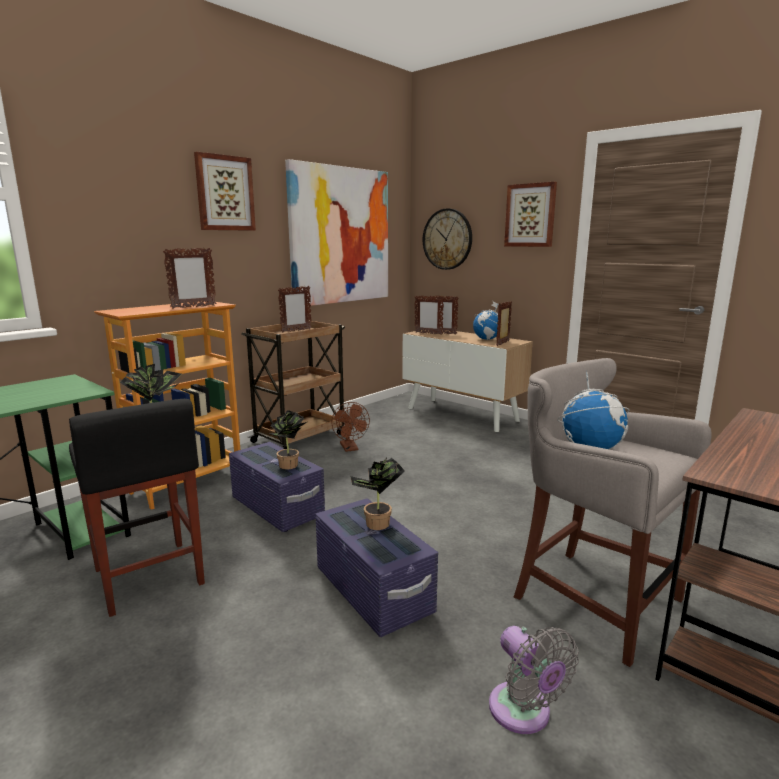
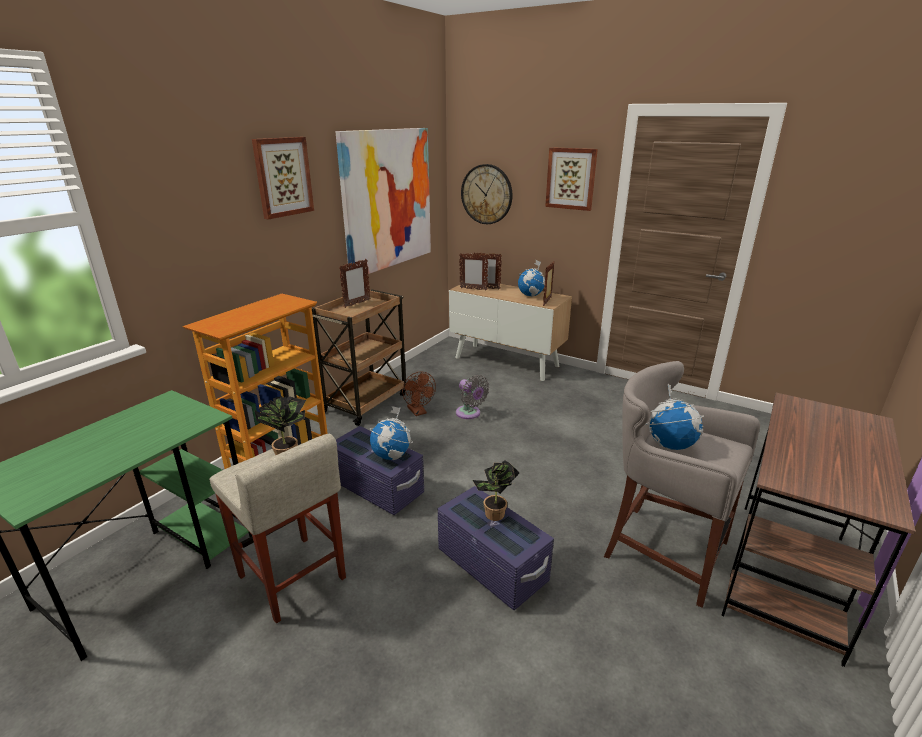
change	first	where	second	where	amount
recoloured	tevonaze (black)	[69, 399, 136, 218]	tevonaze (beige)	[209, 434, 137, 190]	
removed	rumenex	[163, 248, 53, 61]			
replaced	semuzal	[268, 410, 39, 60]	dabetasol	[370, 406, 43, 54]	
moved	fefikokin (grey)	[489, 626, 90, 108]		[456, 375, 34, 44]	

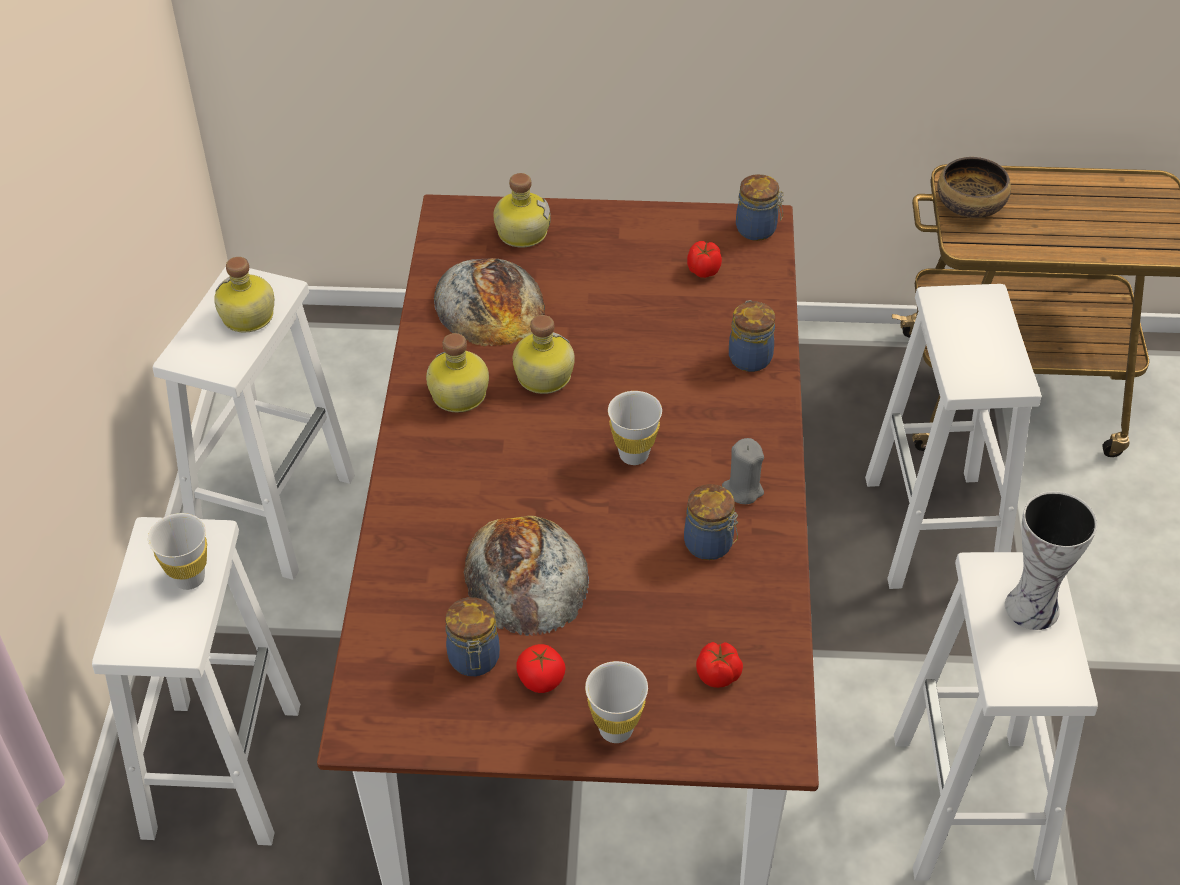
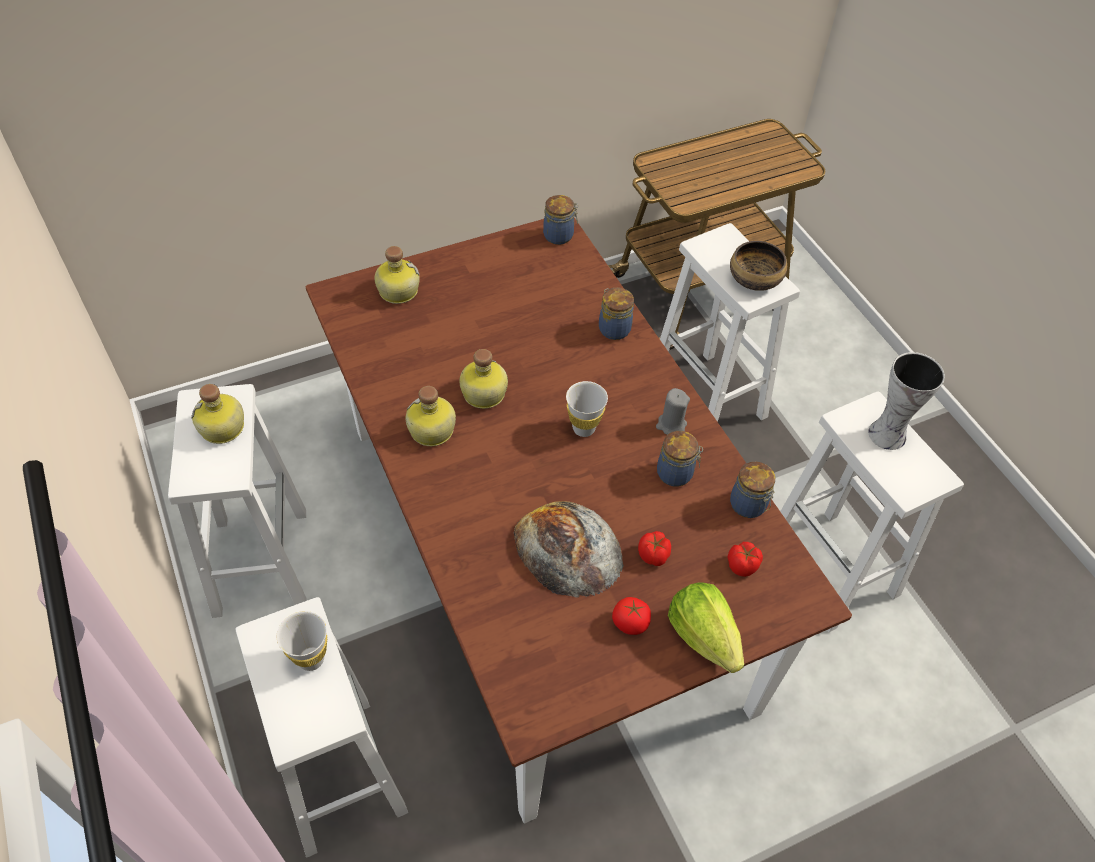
change	first	where	second	where	amount
removed	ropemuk	[434, 258, 111, 89]			
moved	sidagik	[445, 597, 55, 79]		[730, 462, 45, 56]	
replaced	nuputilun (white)	[585, 661, 63, 82]	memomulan	[668, 583, 76, 90]	
moved	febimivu	[687, 241, 35, 37]		[638, 531, 33, 35]	
moved	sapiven	[937, 157, 74, 61]		[730, 241, 57, 50]	

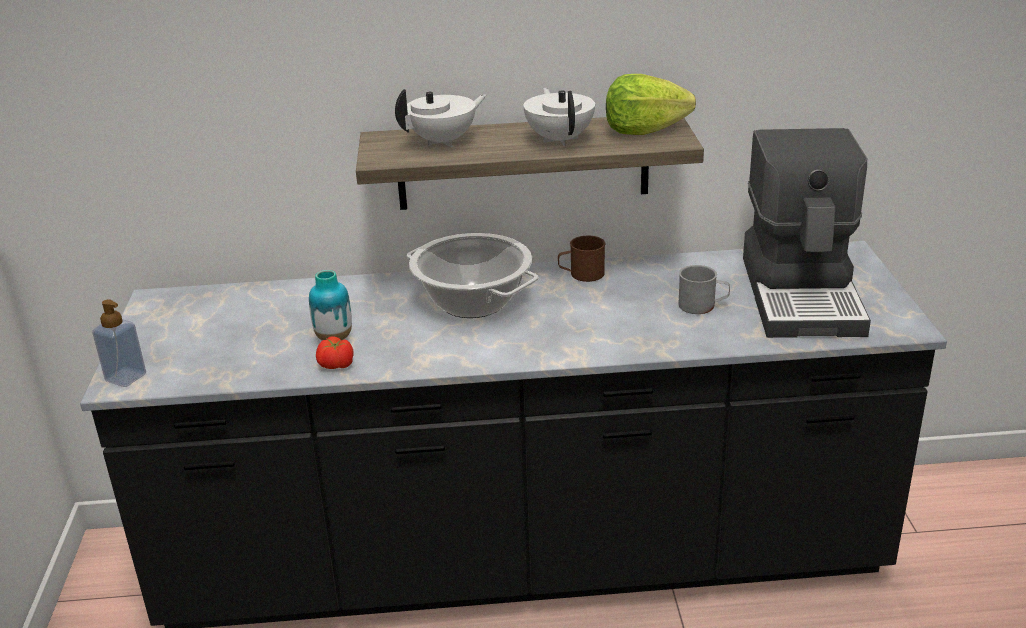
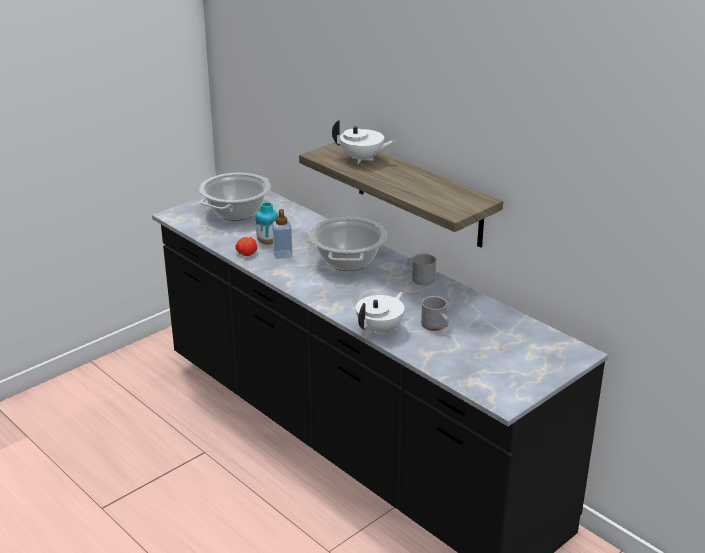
change	first	where	second	where	amount
moved	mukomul	[92, 299, 54, 88]		[272, 209, 21, 50]	
moved	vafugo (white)	[523, 87, 72, 59]		[356, 292, 49, 42]	
recoloured	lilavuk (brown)	[558, 236, 47, 46]	lilavuk (grey)	[407, 254, 29, 31]	
removed	memomulan	[606, 74, 90, 61]			
removed	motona	[743, 128, 128, 210]			
added			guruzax	[199, 173, 72, 48]	

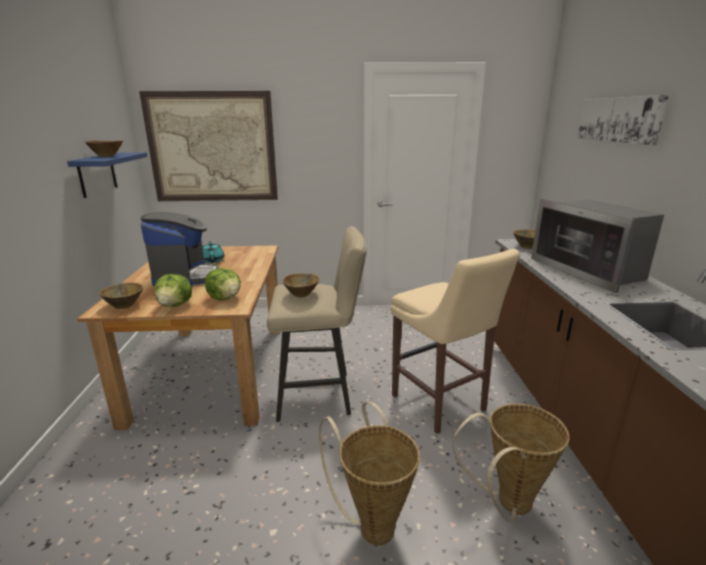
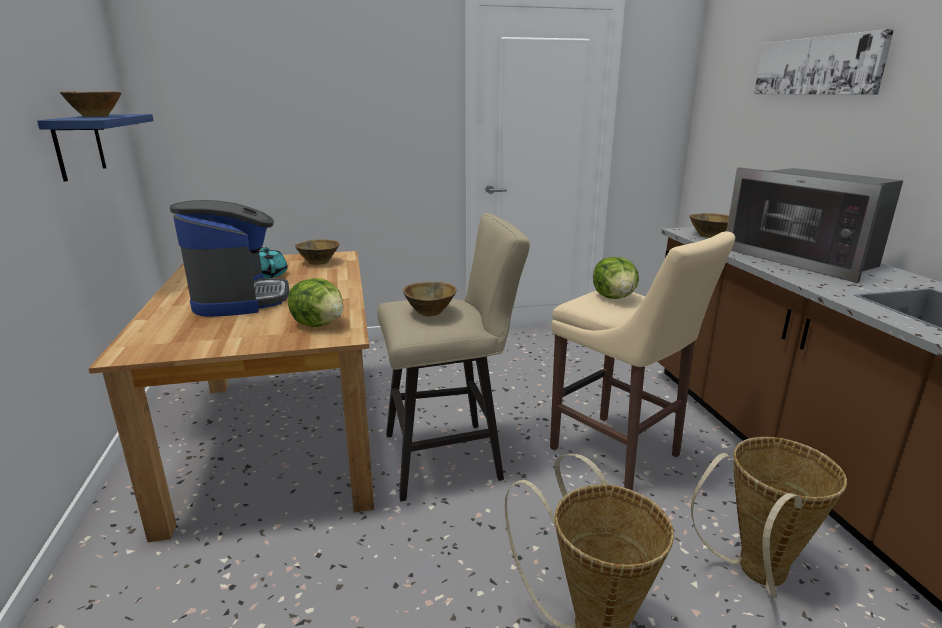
change	first	where	second	where	amount
moved	sapiven (brown)	[99, 282, 44, 27]		[295, 239, 45, 26]	
removed	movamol	[139, 91, 139, 110]			
moved	memomulan	[154, 274, 38, 33]		[593, 257, 46, 42]	

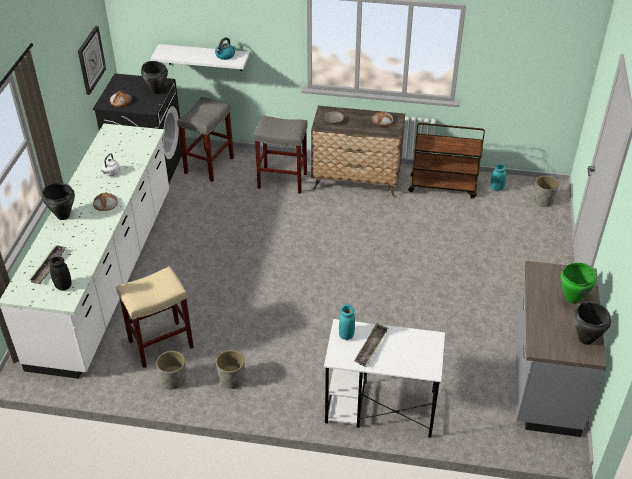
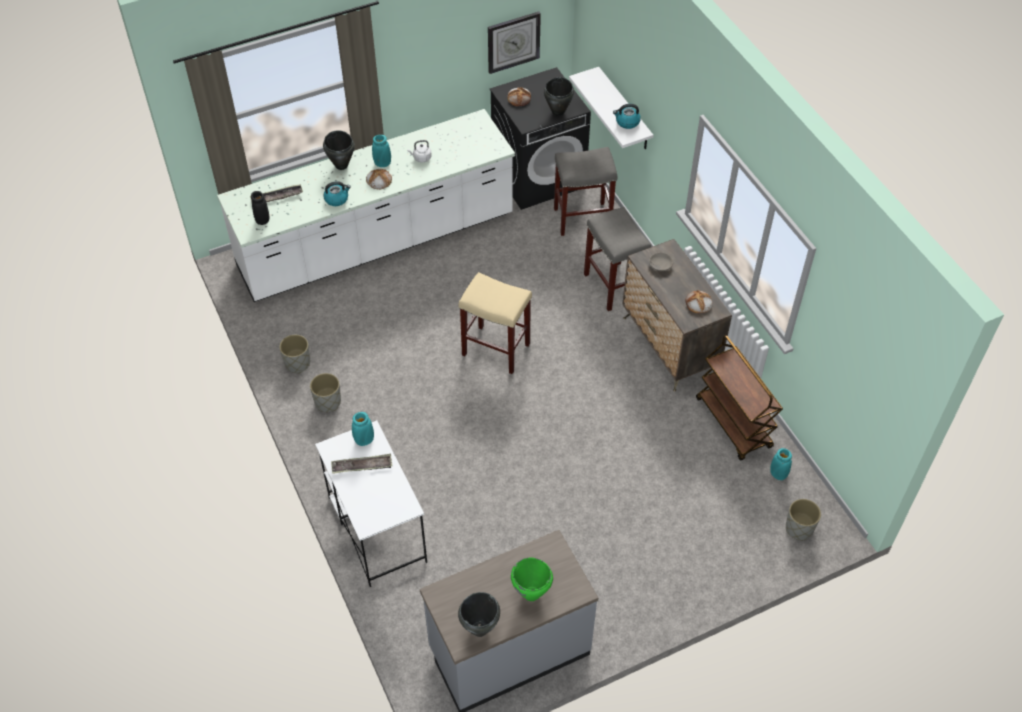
change	first	where	second	where	amount
moved	tevonaze (beige)	[116, 266, 78, 102]		[459, 272, 73, 102]	
added			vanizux	[323, 181, 28, 25]	
added			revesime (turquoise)	[372, 135, 19, 32]	

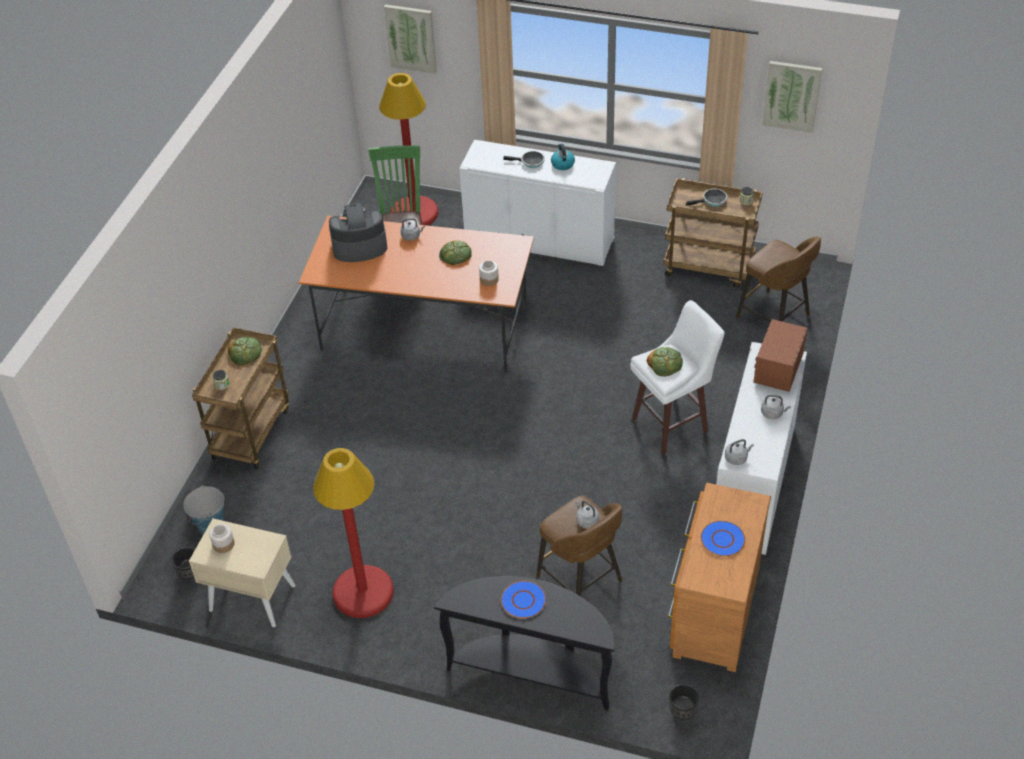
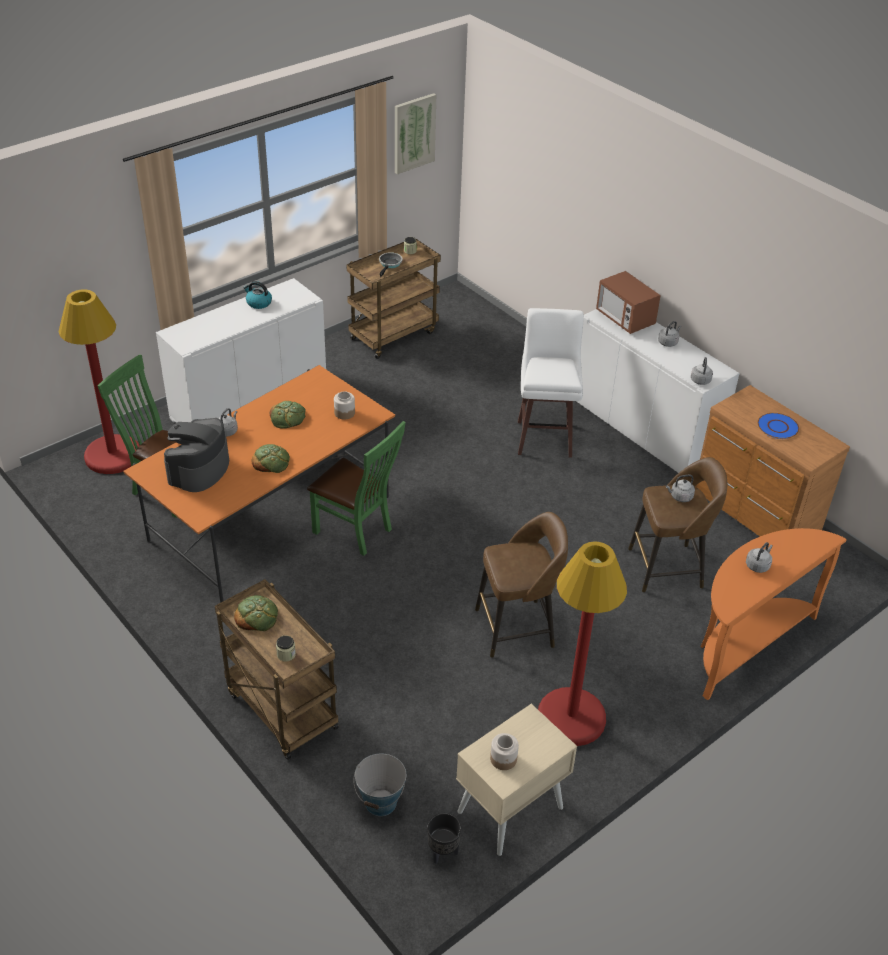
change	first	where	second	where	amount
removed	movamol	[384, 4, 53, 70]			
recoloured	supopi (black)	[434, 576, 181, 135]	supopi (orange)	[700, 528, 147, 172]	
replaced	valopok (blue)	[501, 581, 45, 37]	vanizux (grey)	[746, 542, 27, 31]	
removed	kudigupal	[503, 151, 42, 17]			
moved	ropemuk	[647, 347, 36, 30]		[251, 444, 39, 29]	
removed	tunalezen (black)	[669, 684, 30, 44]			
moved	tevonaze (brown)	[736, 237, 85, 85]		[475, 512, 93, 145]	
added			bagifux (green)	[307, 421, 99, 135]	

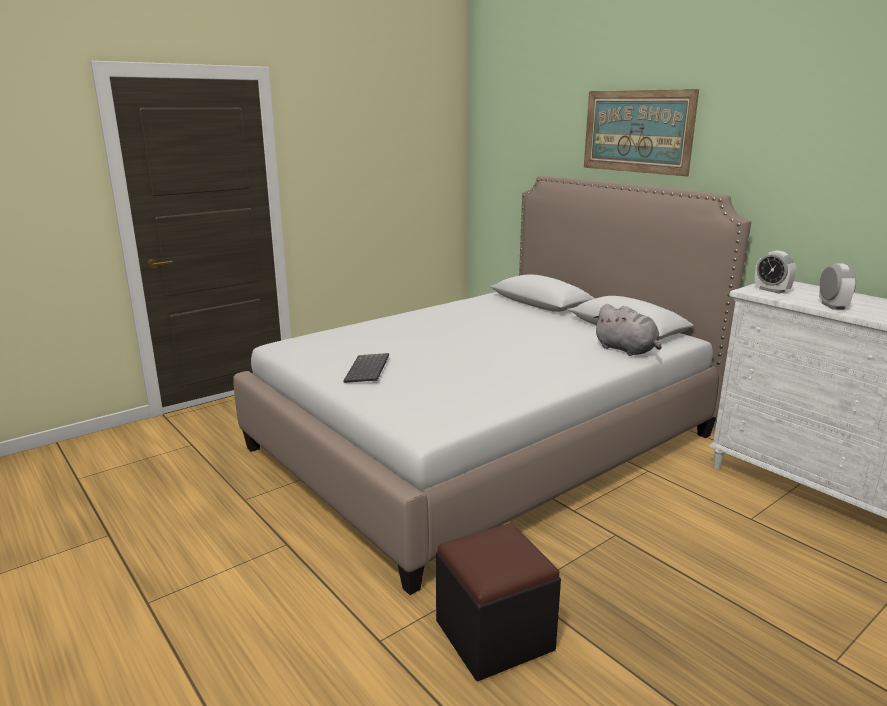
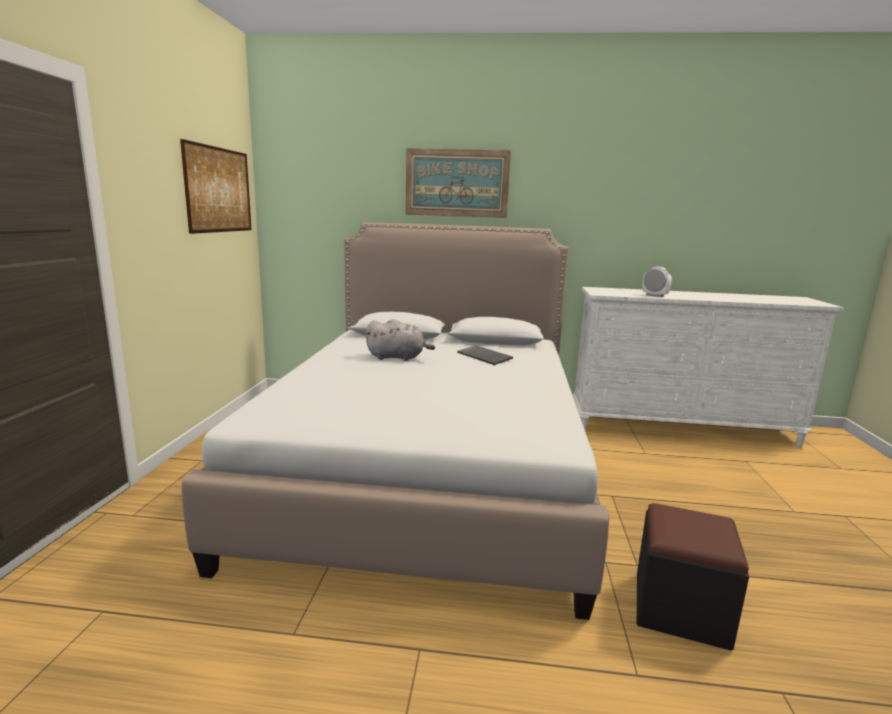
change	first	where	second	where	amount
moved	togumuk	[343, 353, 46, 30]		[457, 345, 56, 20]	
moved	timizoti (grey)	[593, 304, 69, 52]		[365, 319, 70, 42]	
removed	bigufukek	[755, 251, 41, 43]			
added			movamol	[180, 139, 72, 95]	

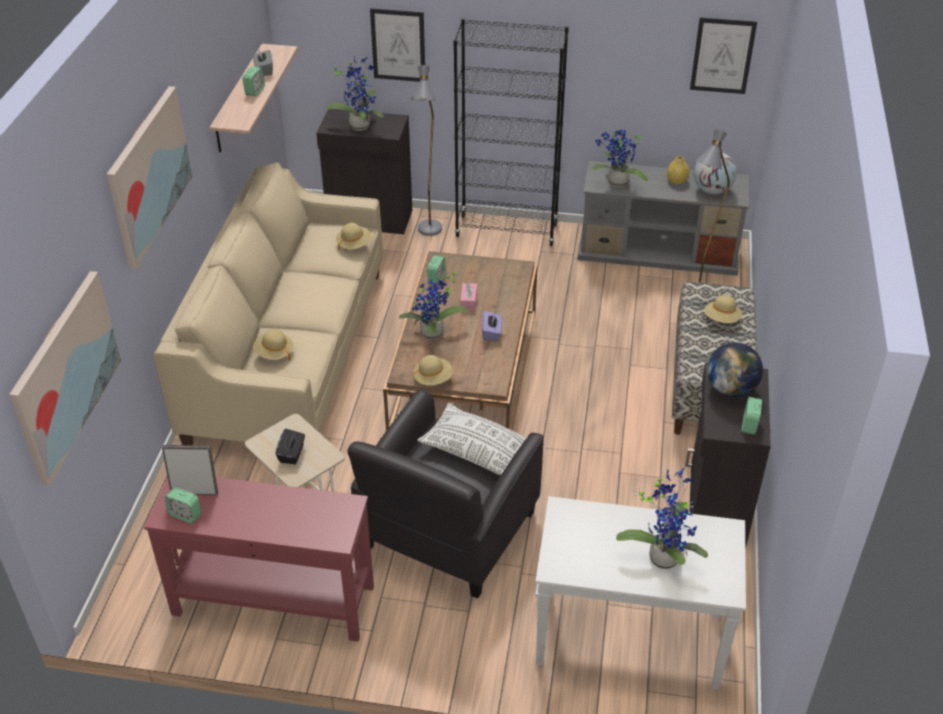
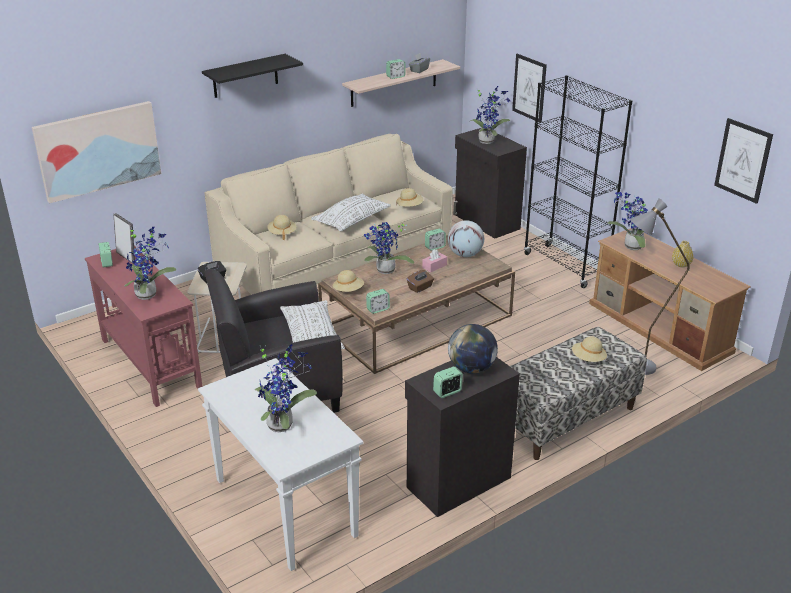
change	first	where	second	where	amount
replaced	movamol	[107, 86, 86, 182]	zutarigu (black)	[202, 54, 101, 44]	
removed	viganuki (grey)	[410, 65, 32, 171]			
recoloured	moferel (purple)	[482, 311, 20, 30]	moferel (brown)	[407, 270, 27, 23]	
recoloured	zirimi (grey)	[577, 161, 173, 115]	zirimi (brown)	[589, 228, 162, 143]	
moved	dabetasol	[694, 153, 43, 41]		[448, 220, 36, 37]	
added			semuzal	[125, 227, 51, 73]	
added			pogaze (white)	[311, 194, 80, 37]	
added			bigufukek	[366, 289, 24, 25]	

